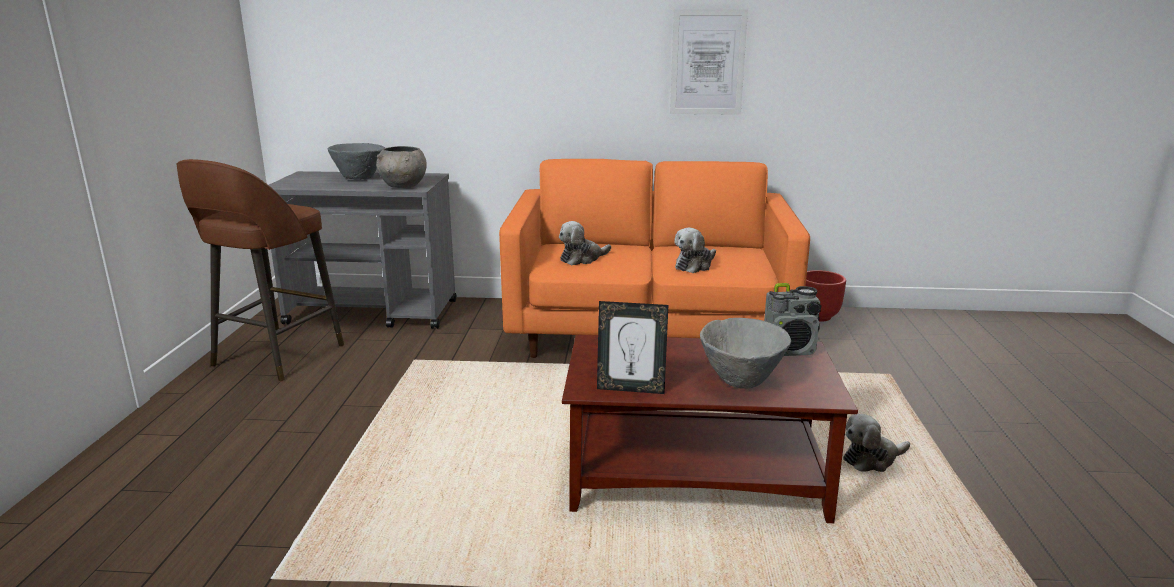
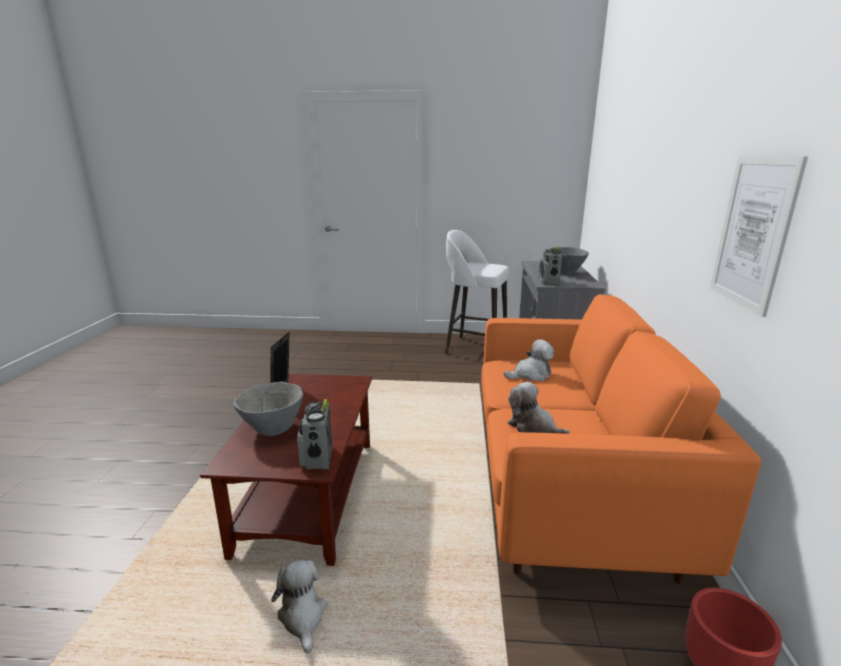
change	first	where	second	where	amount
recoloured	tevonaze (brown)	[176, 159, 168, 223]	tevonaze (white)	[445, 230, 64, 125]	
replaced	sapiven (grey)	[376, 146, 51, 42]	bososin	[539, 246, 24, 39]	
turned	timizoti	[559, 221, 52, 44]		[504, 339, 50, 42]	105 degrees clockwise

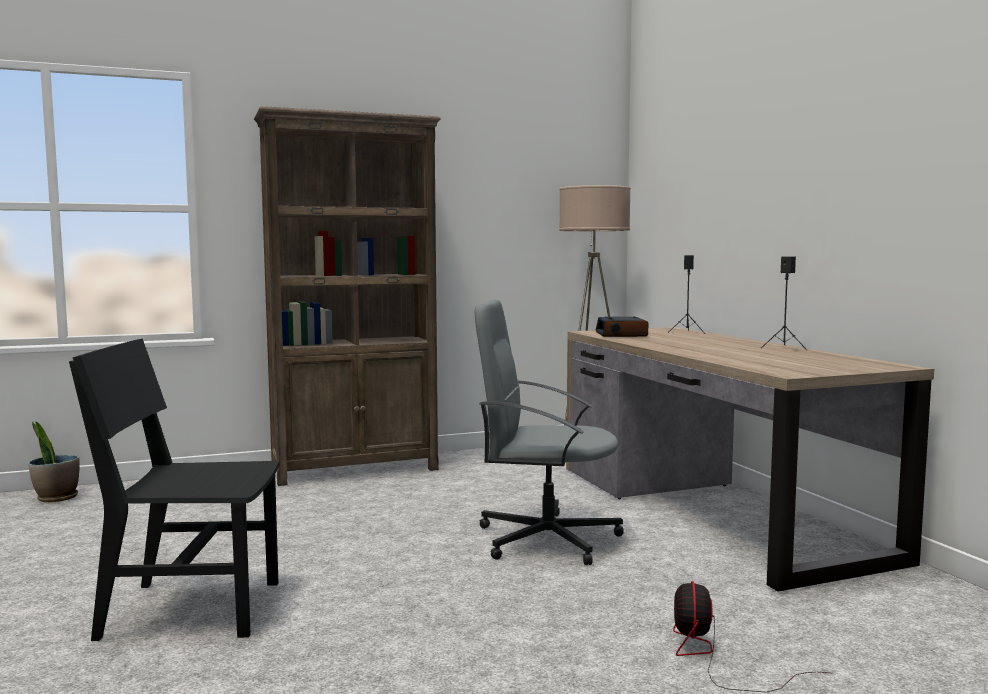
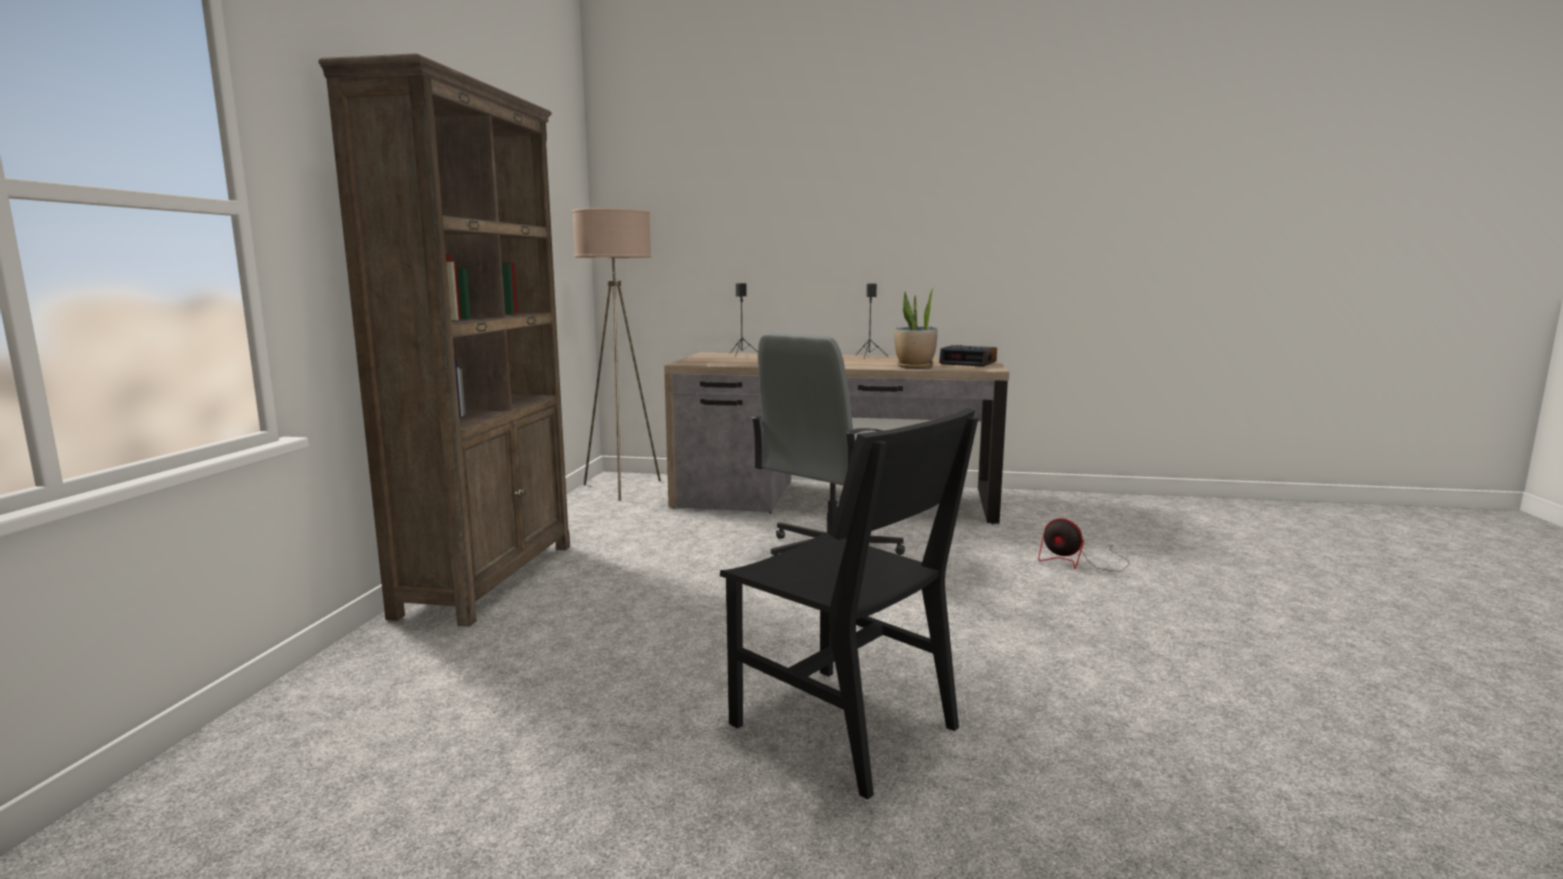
change	first	where	second	where	amount
moved	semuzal	[28, 422, 51, 80]		[894, 286, 43, 82]	
turned	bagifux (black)	[69, 339, 211, 302]		[720, 408, 258, 392]	75 degrees counterclockwise
moved	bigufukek	[595, 316, 53, 21]		[939, 345, 58, 22]	

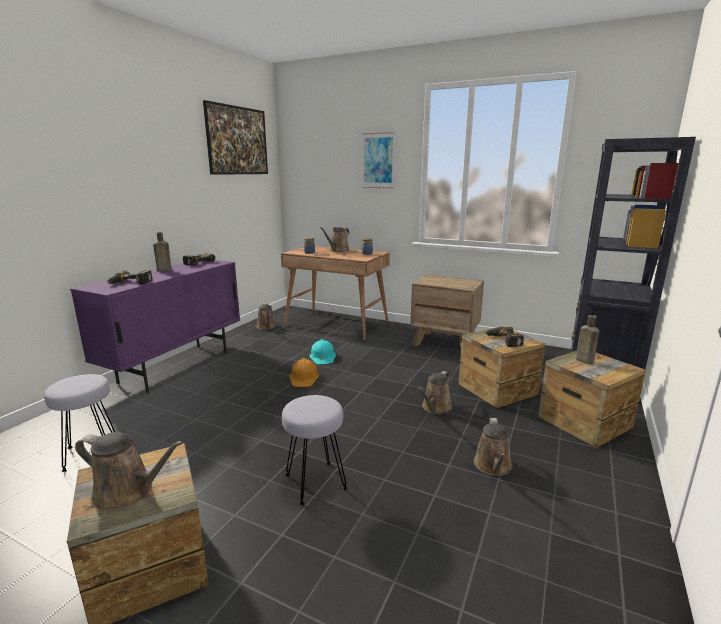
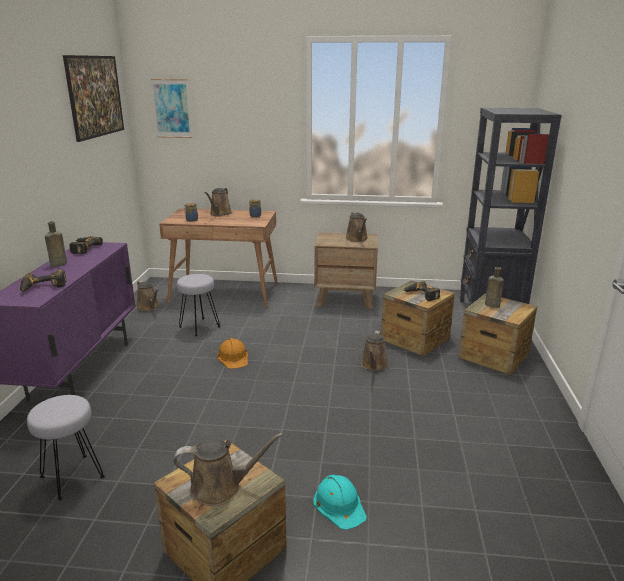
change	first	where	second	where	amount
moved	tevonaze (grey)	[282, 395, 66, 110]		[177, 274, 43, 62]	
moved	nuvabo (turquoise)	[309, 339, 27, 25]		[313, 474, 54, 56]	
moved	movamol	[362, 132, 33, 56]		[151, 79, 41, 59]	
moved	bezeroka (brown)	[474, 418, 38, 58]		[346, 212, 22, 30]	

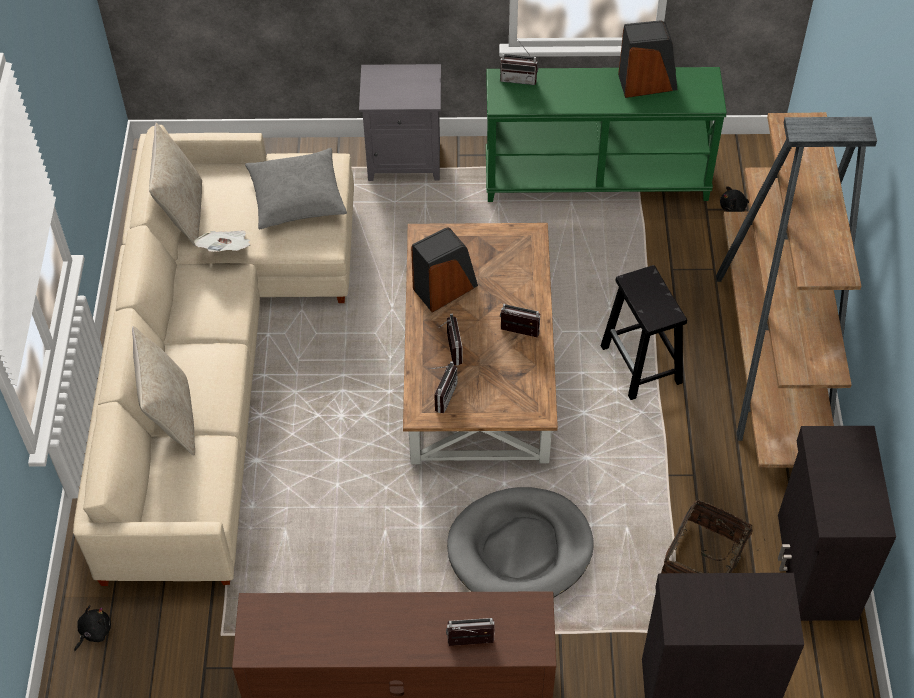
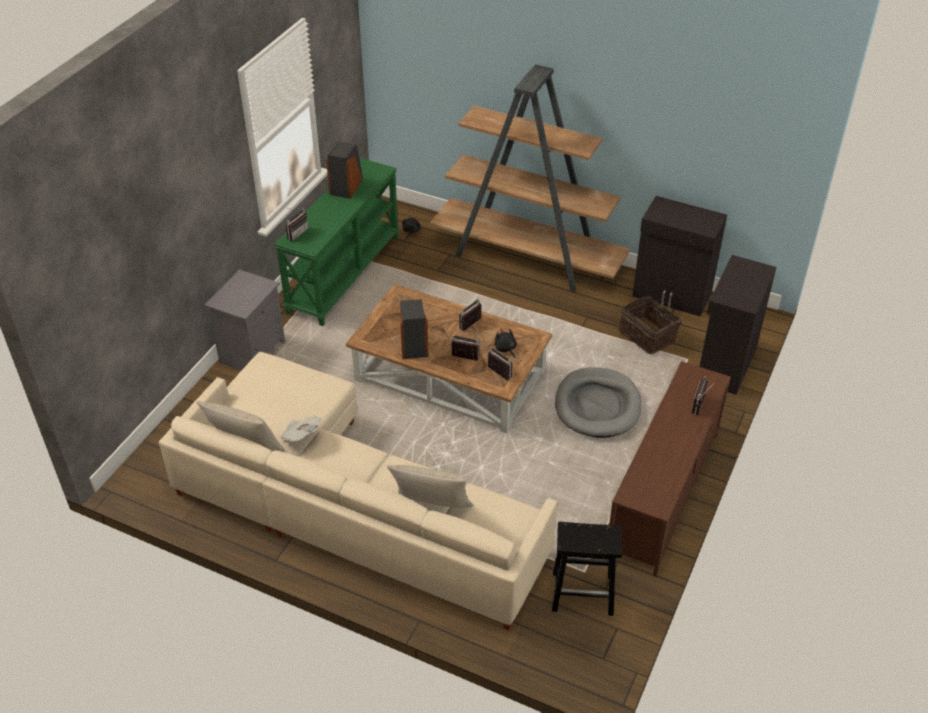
change	first	where	second	where	amount
moved	timizoti (black)	[74, 605, 37, 46]		[495, 329, 22, 30]	
removed	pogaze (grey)	[245, 148, 102, 81]			
moved	tevonaze (black)	[601, 265, 86, 135]		[552, 522, 70, 94]	

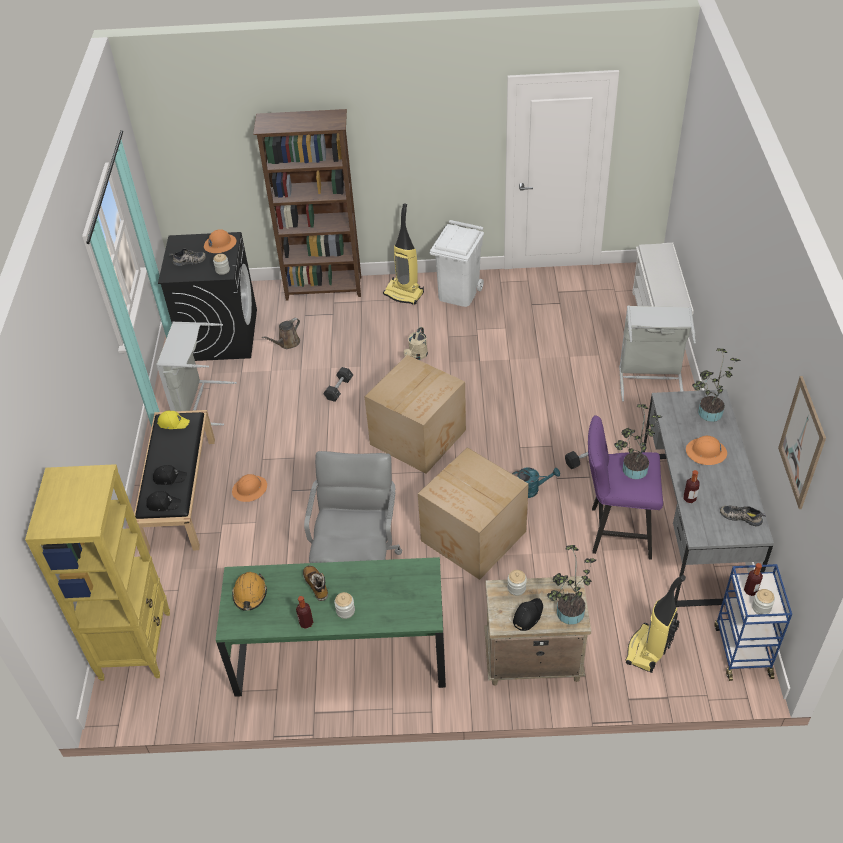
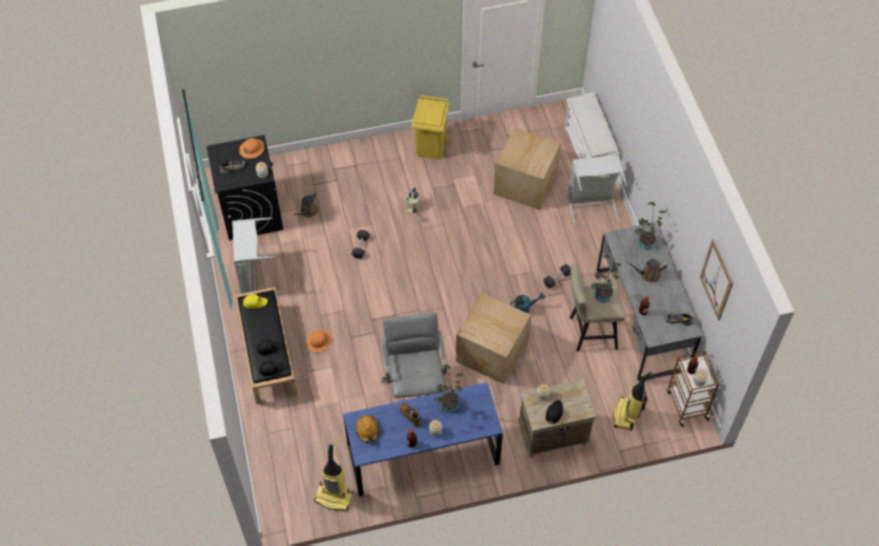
change	first	where	second	where	amount
removed	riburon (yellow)	[25, 464, 145, 217]			
recoloured	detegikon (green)	[216, 557, 230, 140]	detegikon (blue)	[343, 382, 160, 115]	
removed	riburon (brown)	[253, 109, 108, 192]			
moved	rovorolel	[364, 355, 102, 119]		[494, 127, 67, 83]	
moved	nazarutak	[383, 203, 41, 102]		[314, 444, 39, 67]	
recoloured	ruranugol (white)	[430, 220, 54, 87]	ruranugol (yellow)	[411, 95, 38, 64]	
moved	semuzal	[547, 545, 49, 80]		[435, 364, 28, 49]	
recoloured	tevonaze (purple)	[588, 415, 75, 145]	tevonaze (beige)	[570, 264, 55, 88]	
replaced	nuvabo (orange)	[686, 436, 41, 29]	bezeroka (brown)	[627, 259, 40, 24]	
recoloured	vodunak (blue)	[714, 564, 78, 117]	vodunak (brown)	[667, 351, 52, 76]	

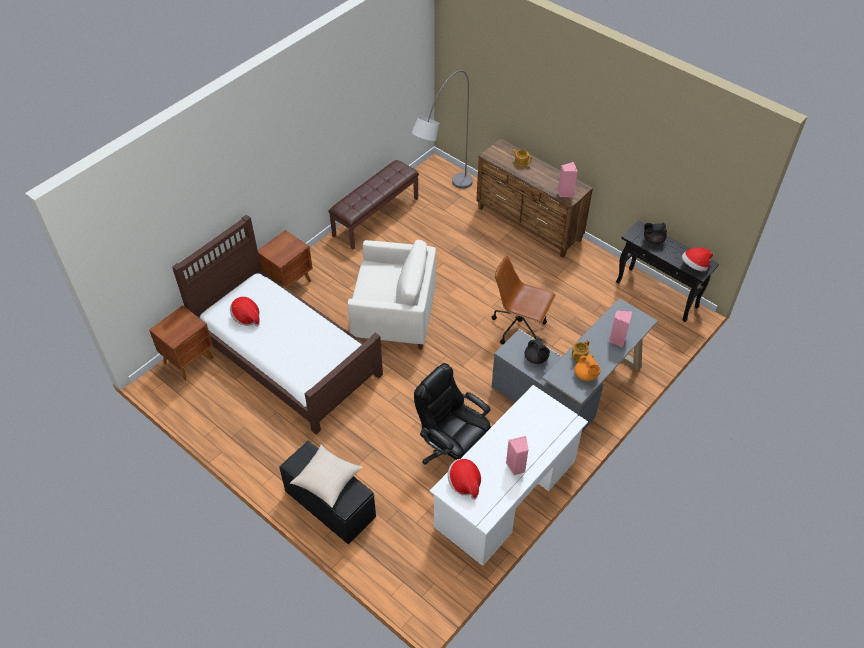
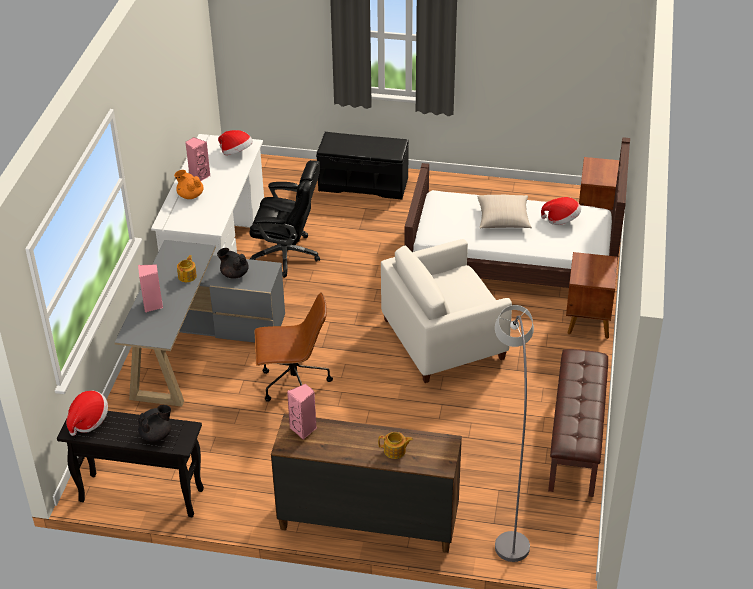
change	first	where	second	where	amount
moved	pogaze (beige)	[290, 445, 73, 63]		[477, 195, 55, 33]	
moved	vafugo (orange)	[574, 354, 27, 27]		[174, 170, 29, 29]	

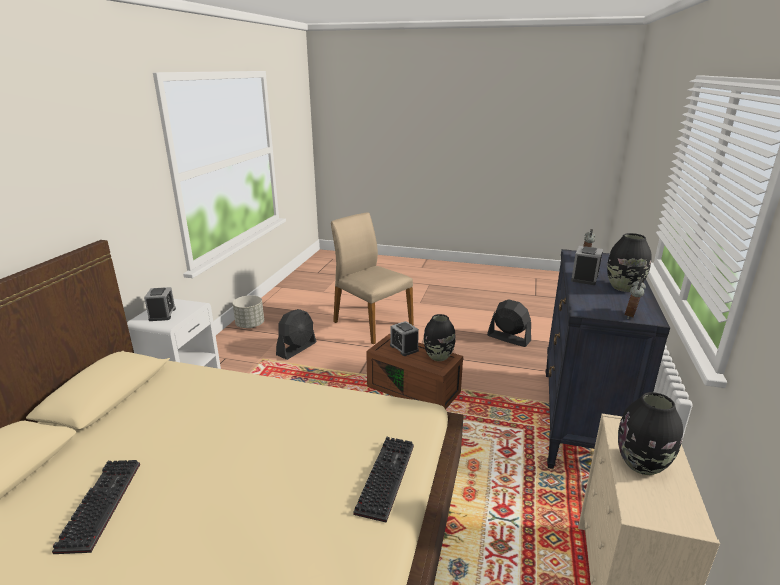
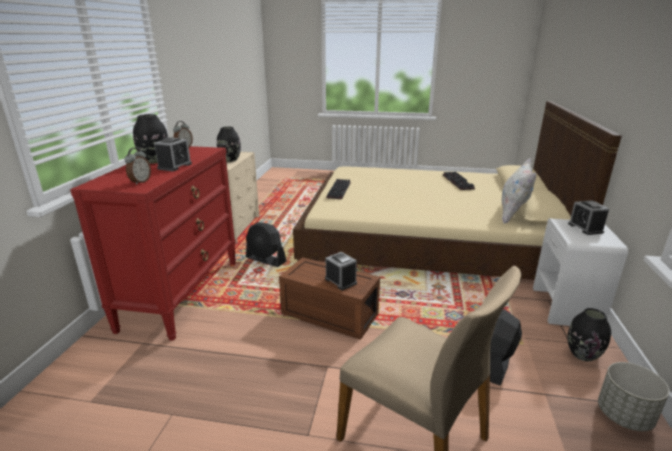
change	first	where	second	where	amount
moved	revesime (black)	[424, 314, 31, 47]		[568, 308, 43, 53]	
moved	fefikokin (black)	[487, 300, 44, 47]		[246, 222, 40, 45]	
recoloured	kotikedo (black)	[546, 249, 124, 220]	kotikedo (red)	[70, 146, 166, 195]	
added			pogaze (white)	[502, 158, 34, 66]	

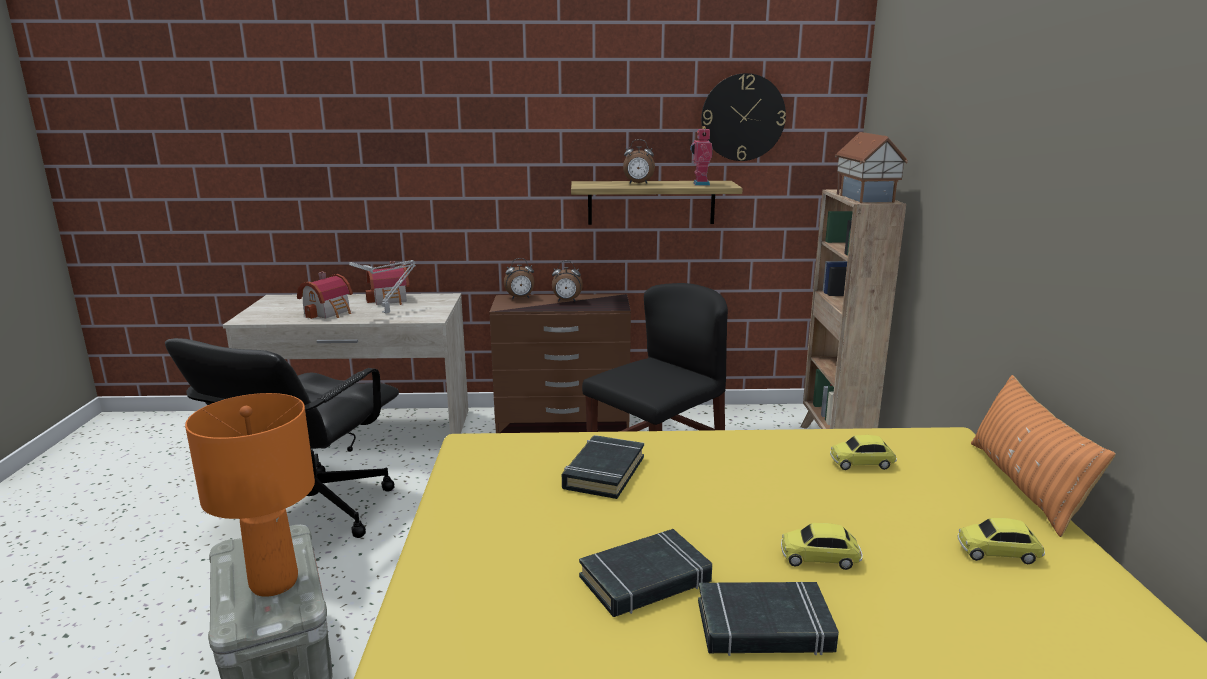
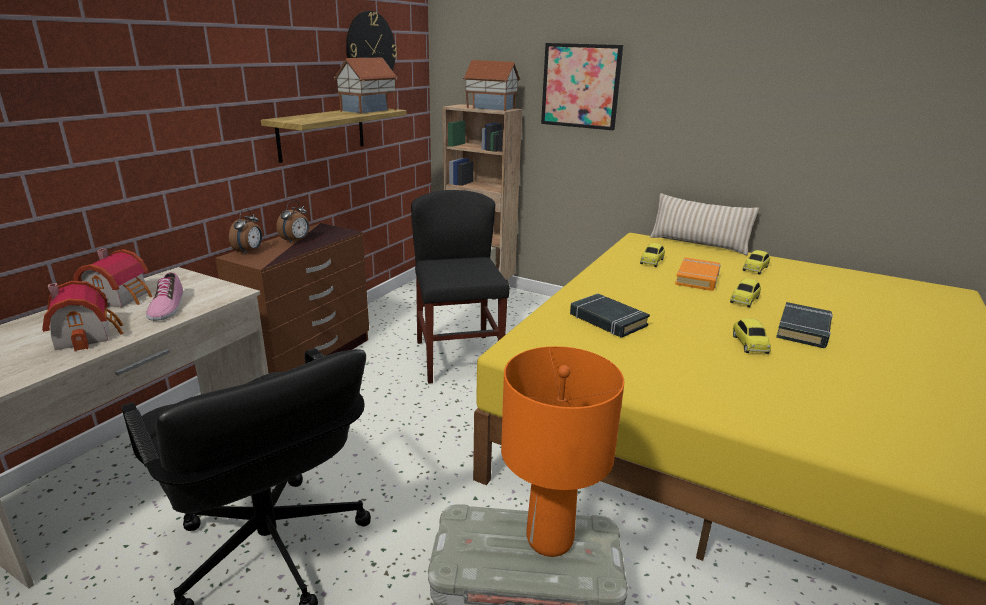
change	first	where	second	where	amount
replaced	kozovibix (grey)	[349, 260, 67, 53]	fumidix	[146, 272, 37, 49]	
replaced	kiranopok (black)	[579, 529, 133, 88]	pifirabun	[733, 318, 38, 36]	
removed	bigufukek	[623, 139, 32, 45]			
replaced	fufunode	[690, 126, 23, 59]	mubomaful	[334, 58, 64, 56]	
recoloured	pogaze (orange)	[971, 375, 145, 162]	pogaze (beige)	[650, 193, 109, 63]	
added			movamol	[541, 43, 82, 87]	
added			kiranopok (orange)	[675, 257, 46, 34]	

